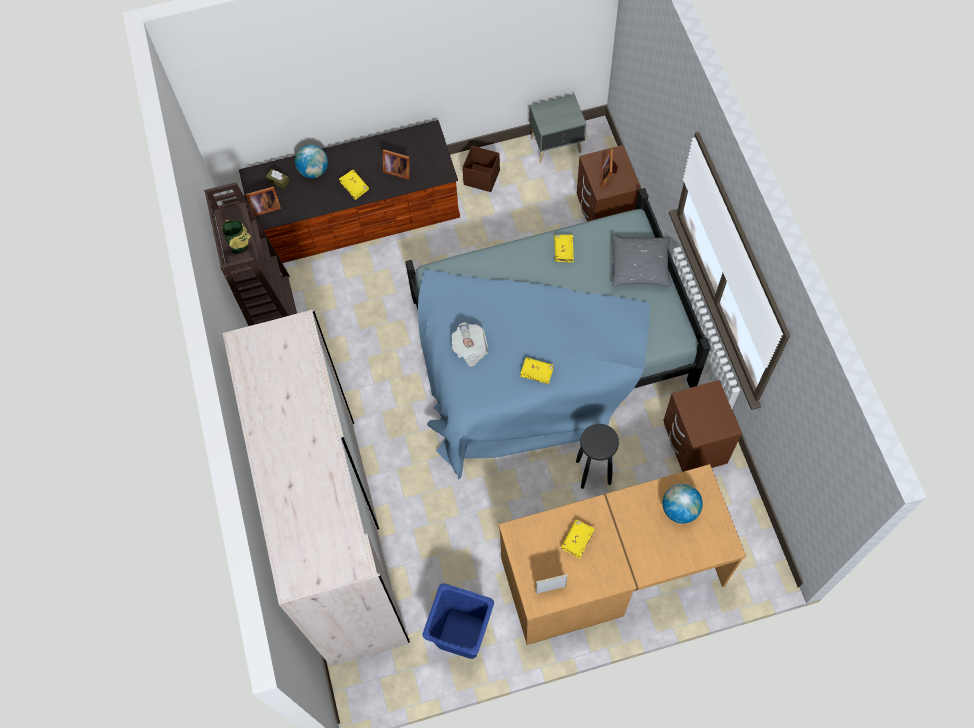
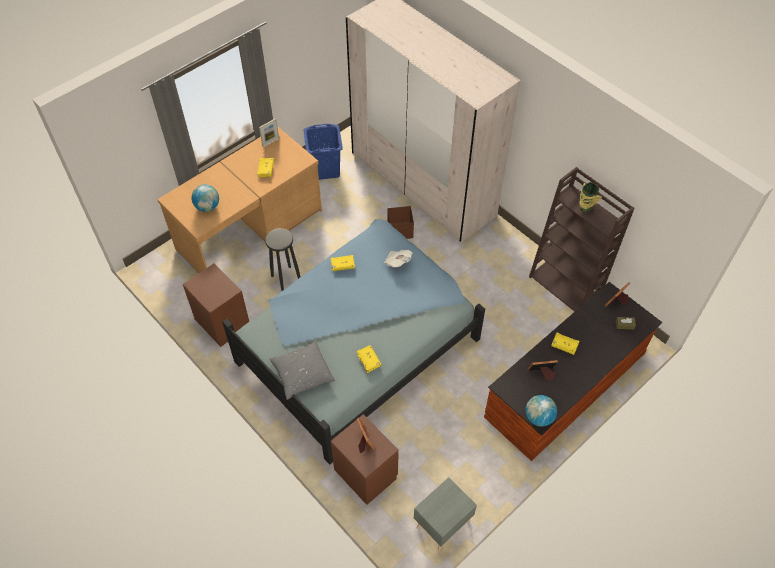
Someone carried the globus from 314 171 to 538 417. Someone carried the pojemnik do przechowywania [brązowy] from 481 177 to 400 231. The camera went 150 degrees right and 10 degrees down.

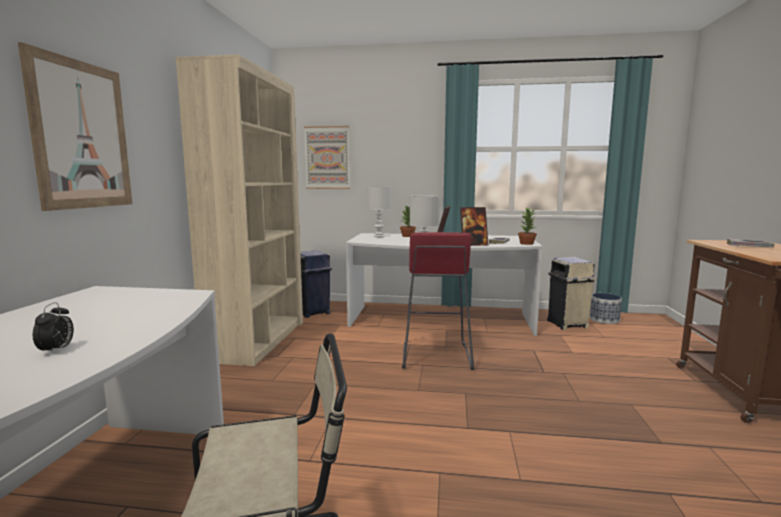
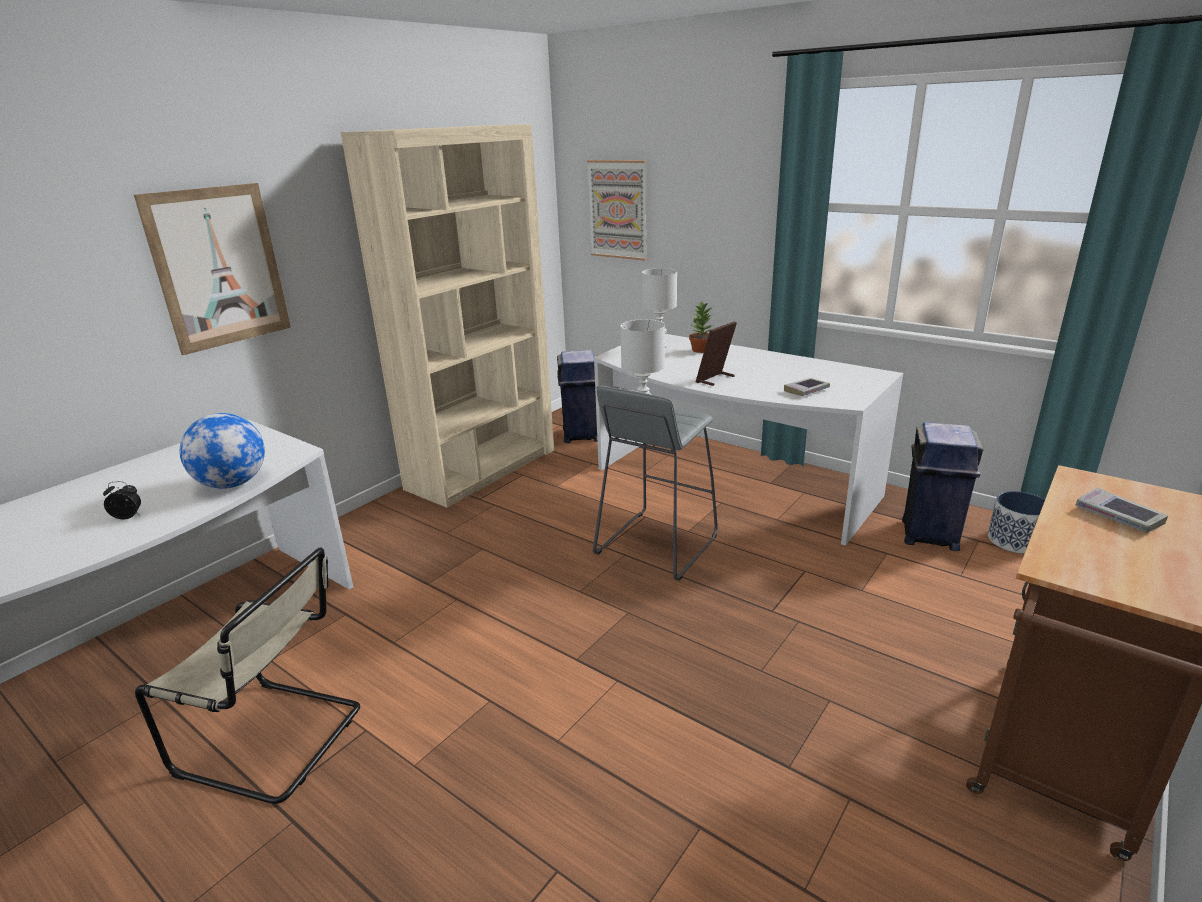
Someone took away the ramka na zdjęcie at 473 245. Someone took away the roślina doniczkowa at 527 243. Someone repainted the stołek [czerwony] at 435 356, which became the stołek [szary] at 656 545. Someone repainted the kosz na śmieci [beżowy] at 567 324, which became the kosz na śmieci [niebieski] at 929 535. Someone rotated the budzik at 57 350 by 120 degrees counterclockwise. Someone put down the globus at 232 484. The camera went 30 degrees right and 15 degrees up.

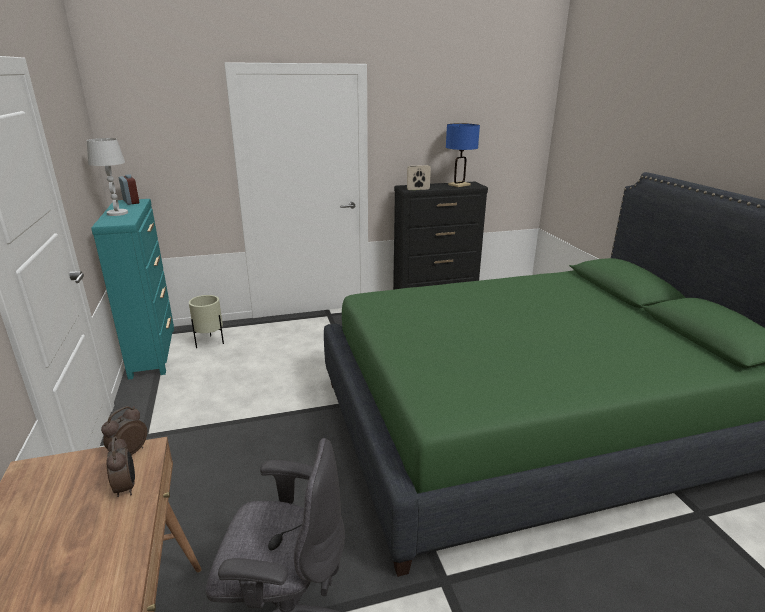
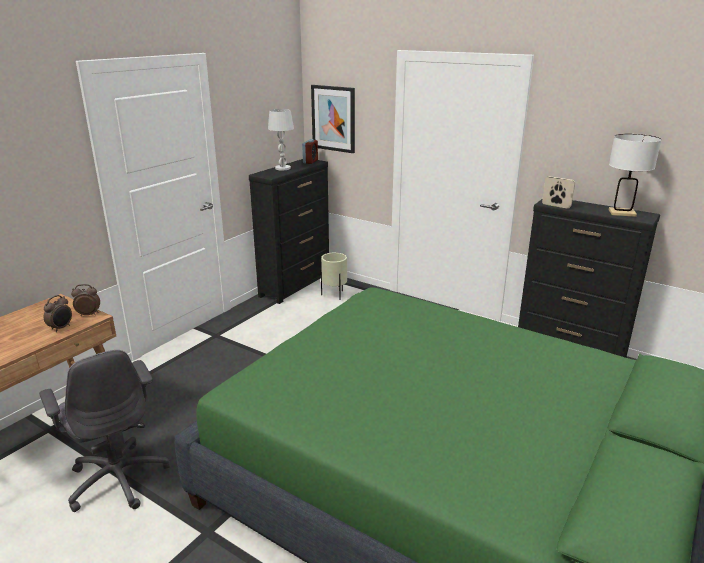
Someone repainted the lampa stołowa [niebieski] at 459 185, which became the lampa stołowa [biały] at 622 213. Someone repainted the komoda [turkusowy] at 153 351, which became the komoda [czarny] at 295 285. Someone put up the obraz at 333 118. The camera went 50 degrees right and 0 degrees up.

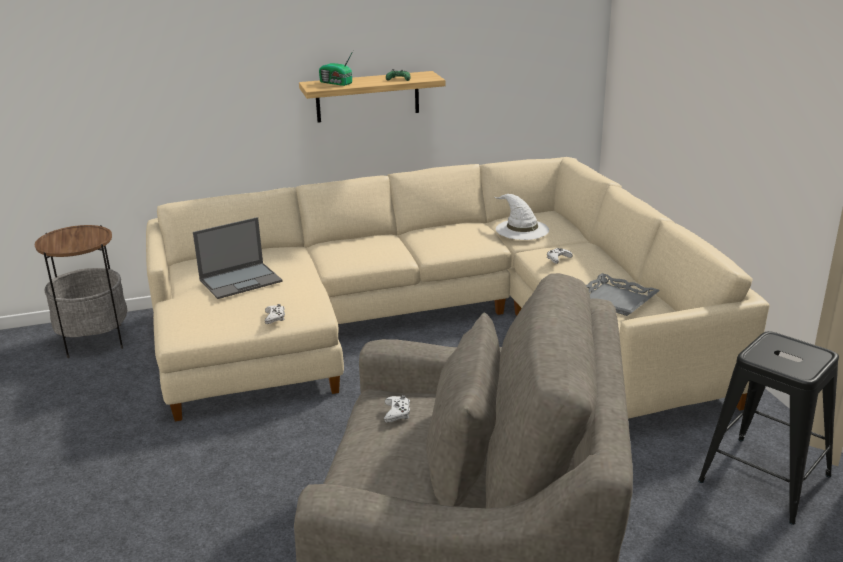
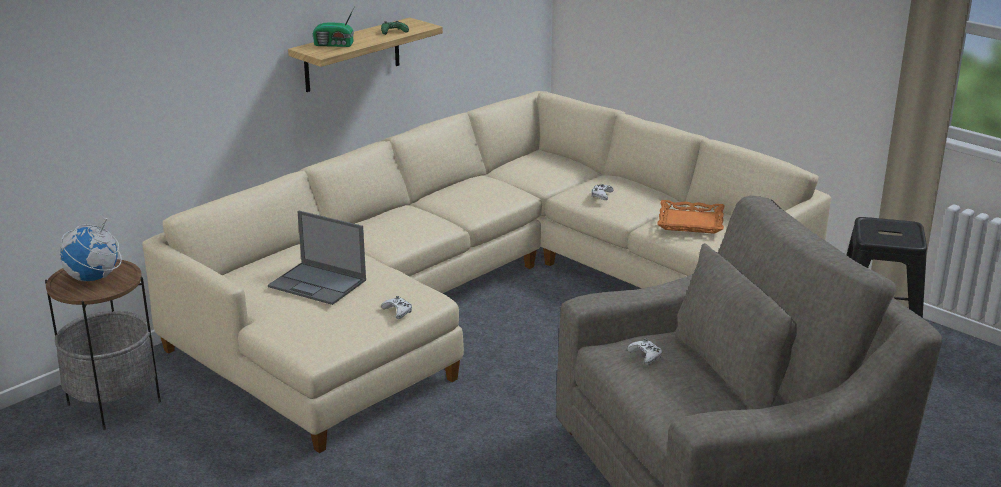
Someone took away the kapelusz [biały] at 521 229. Someone rotated the laptop at 241 280 by 90 degrees clockwise. Someone repainted the taca [szary] at 615 300, which became the taca [pomarańczowy] at 691 222. Someone put down the globus at 94 278. The camera went 30 degrees left and 0 degrees up.

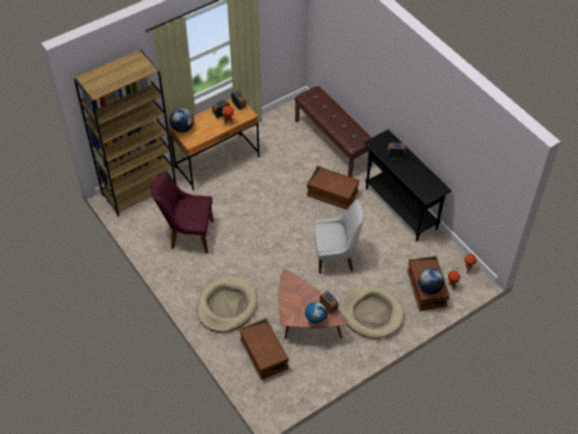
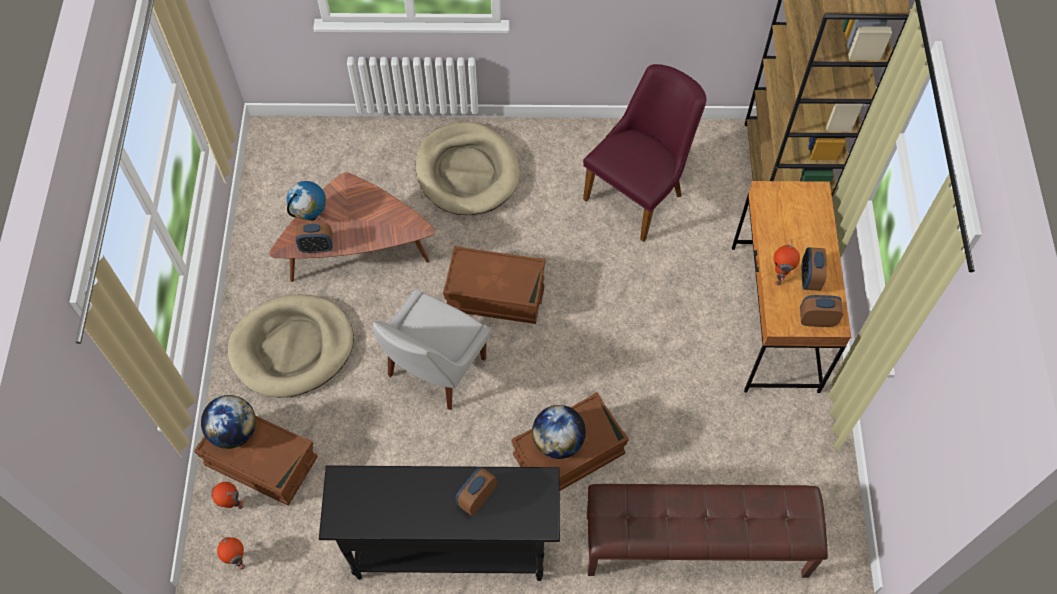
Someone carried the globus from 182 128 to 558 441. Someone carried the pojemnik do przechowywania [brązowy] from 264 354 to 495 295. The camera went 125 degrees right and 10 degrees up.

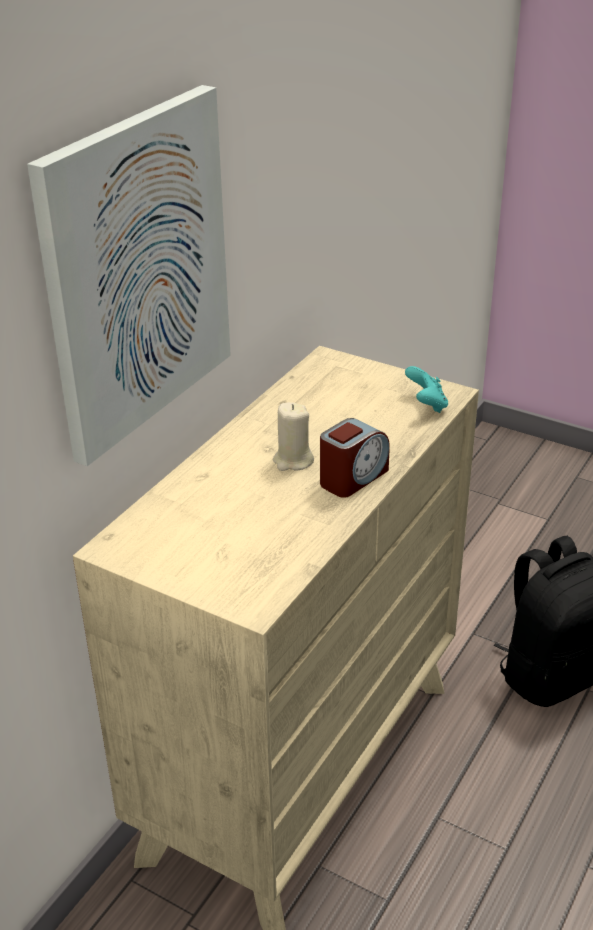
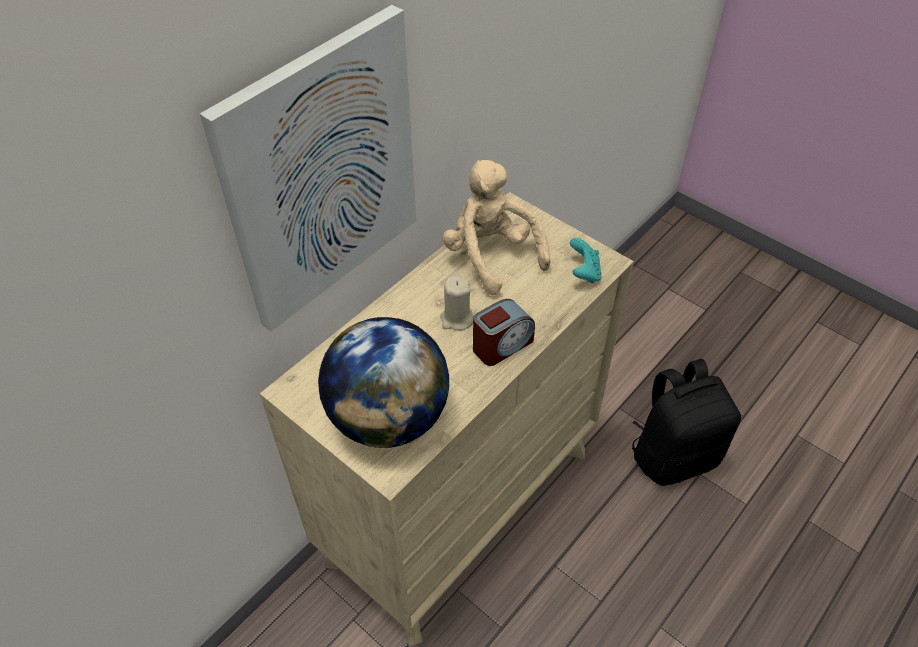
Someone put down the pluszak [beżowy] at 491 255. Someone put down the globus at 389 417. The camera went 10 degrees right and 15 degrees up.

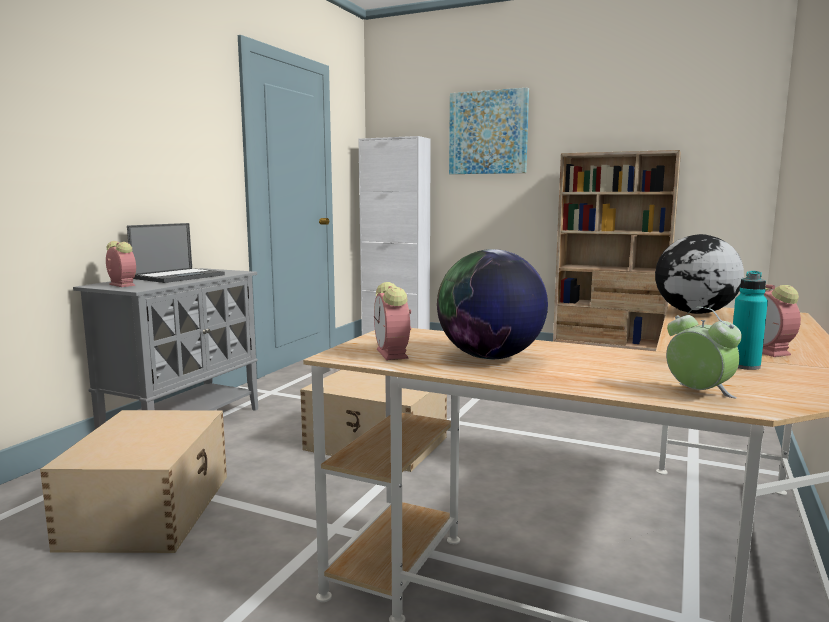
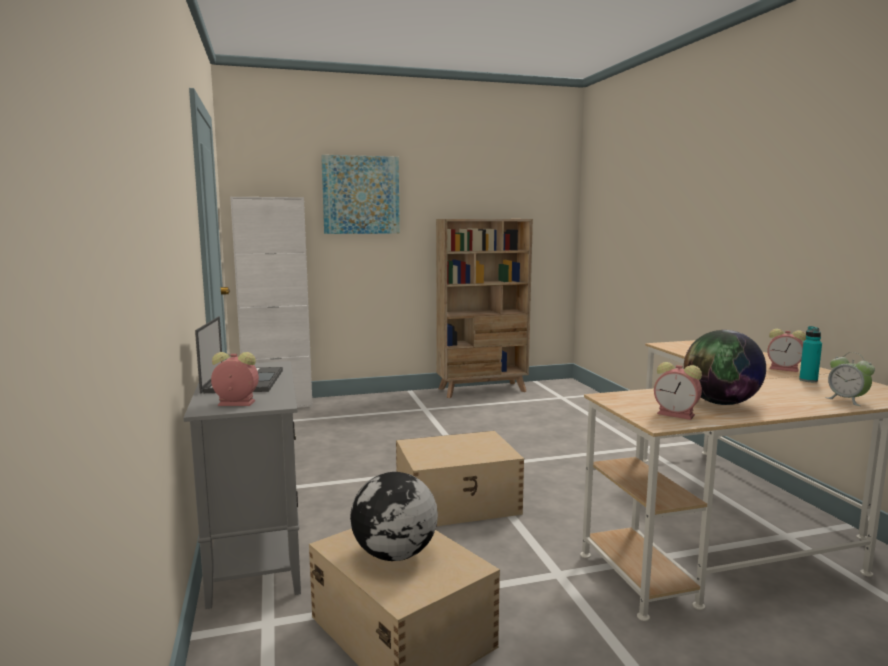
Someone carried the globus from 694 313 to 394 555. Someone rotated the budzik at 698 393 by 135 degrees counterclockwise. The camera went 40 degrees left and 0 degrees up.

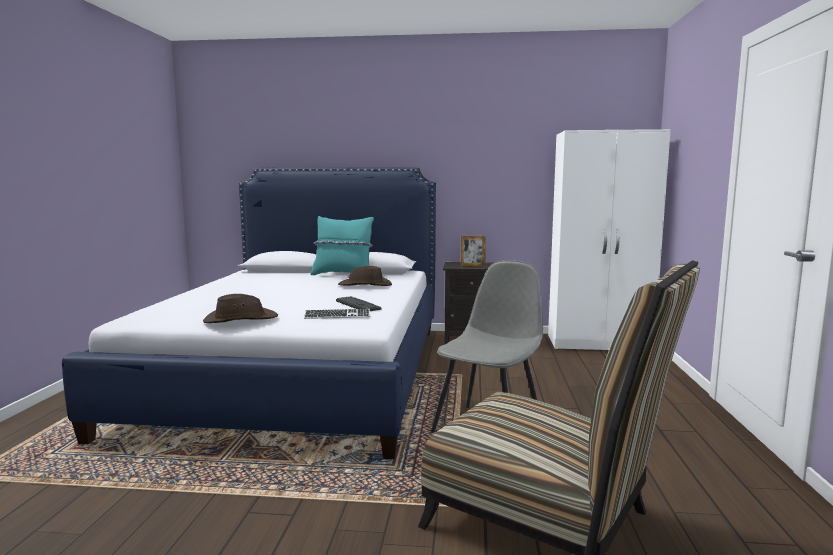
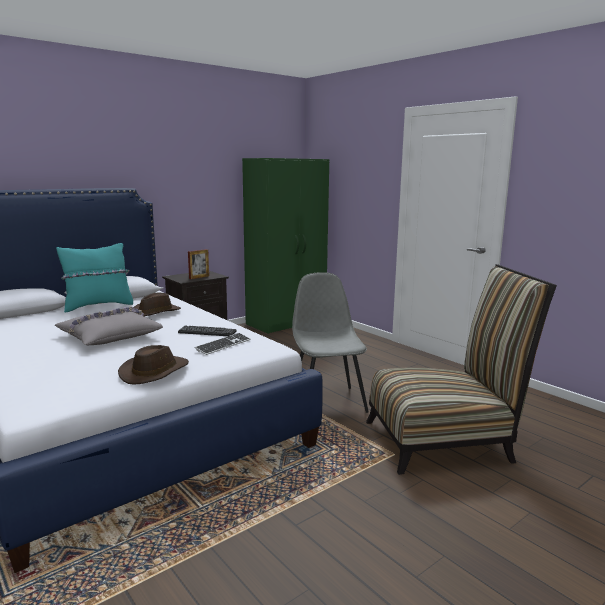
Someone repainted the szafa [biały] at 599 343, which became the szafa [zielony] at 287 322. Someone put down the poduszka [szary] at 109 336. The camera went 45 degrees left and 5 degrees up.

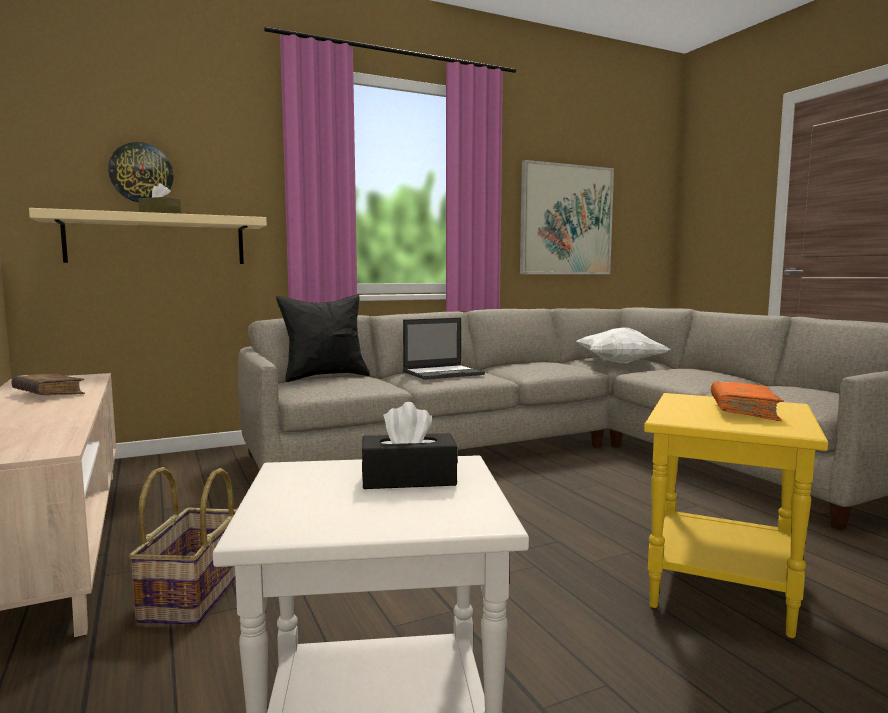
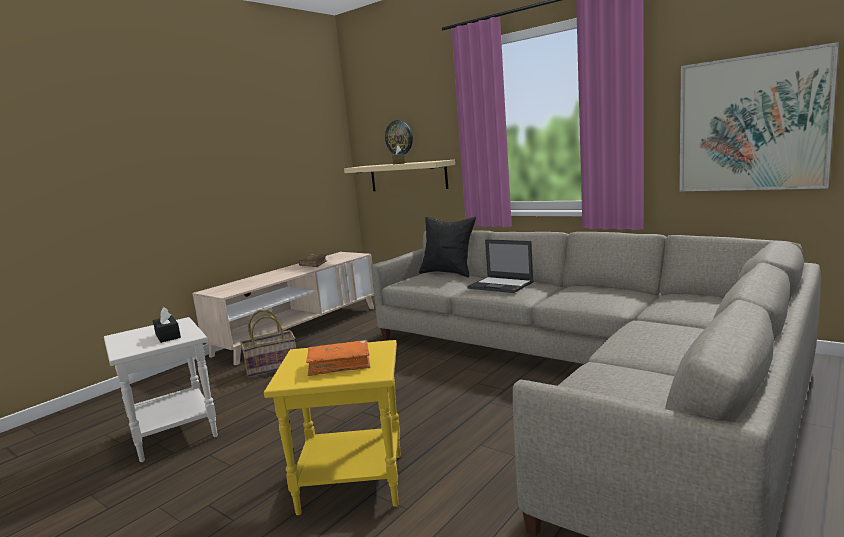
Someone took away the poduszka [biały] at 619 362. The camera went 65 degrees right and 5 degrees up.

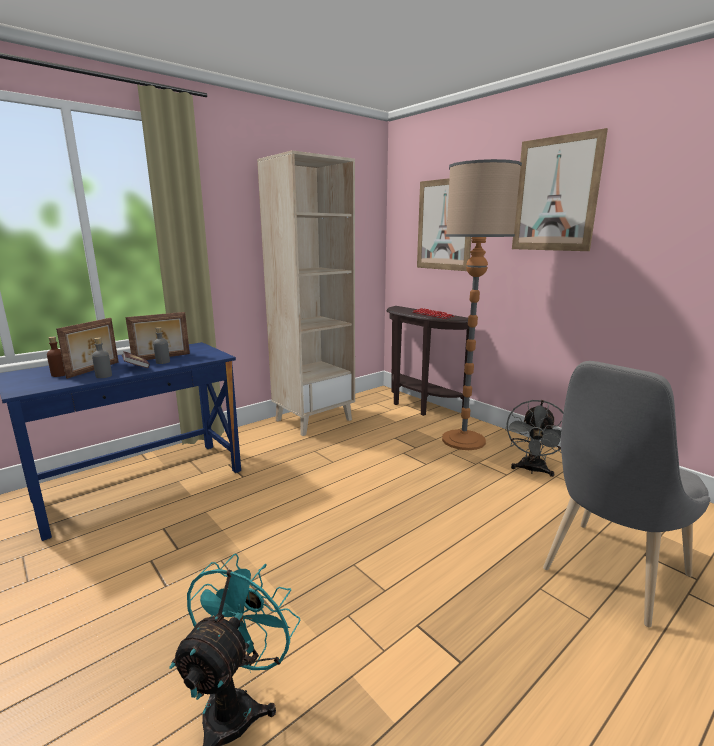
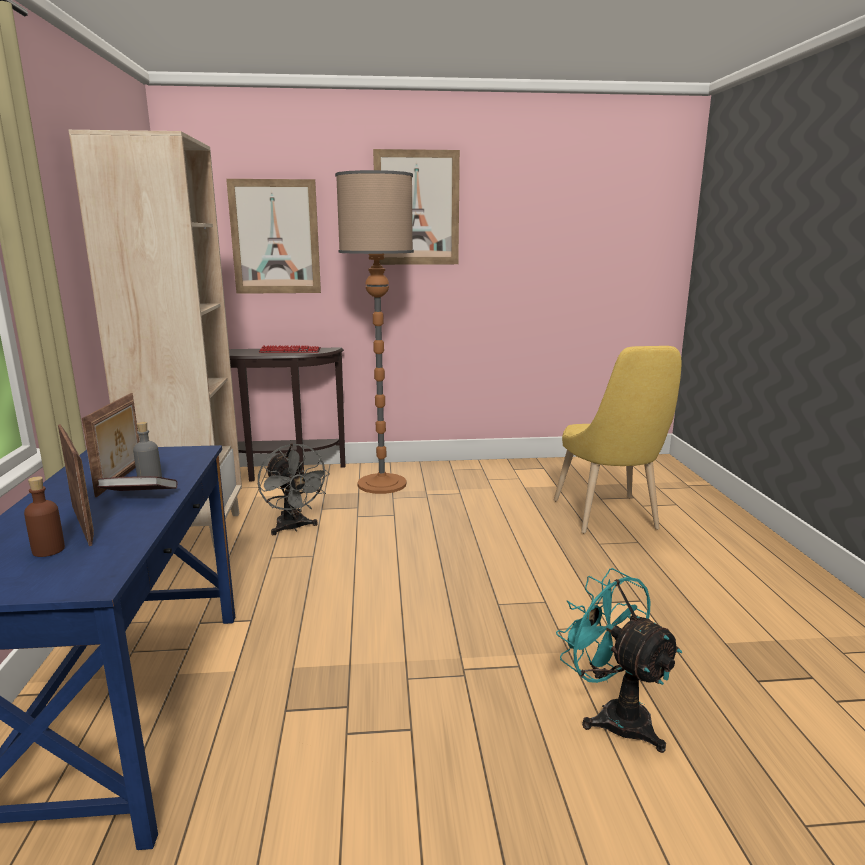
Someone took away the butelka [szary] at 104 376. Someone repainted the krzesło [szary] at 608 575, which became the krzesło [żółty] at 608 518. Someone carried the wentylator [szary] from 532 470 to 293 528. The camera went 55 degrees left and 0 degrees up.

